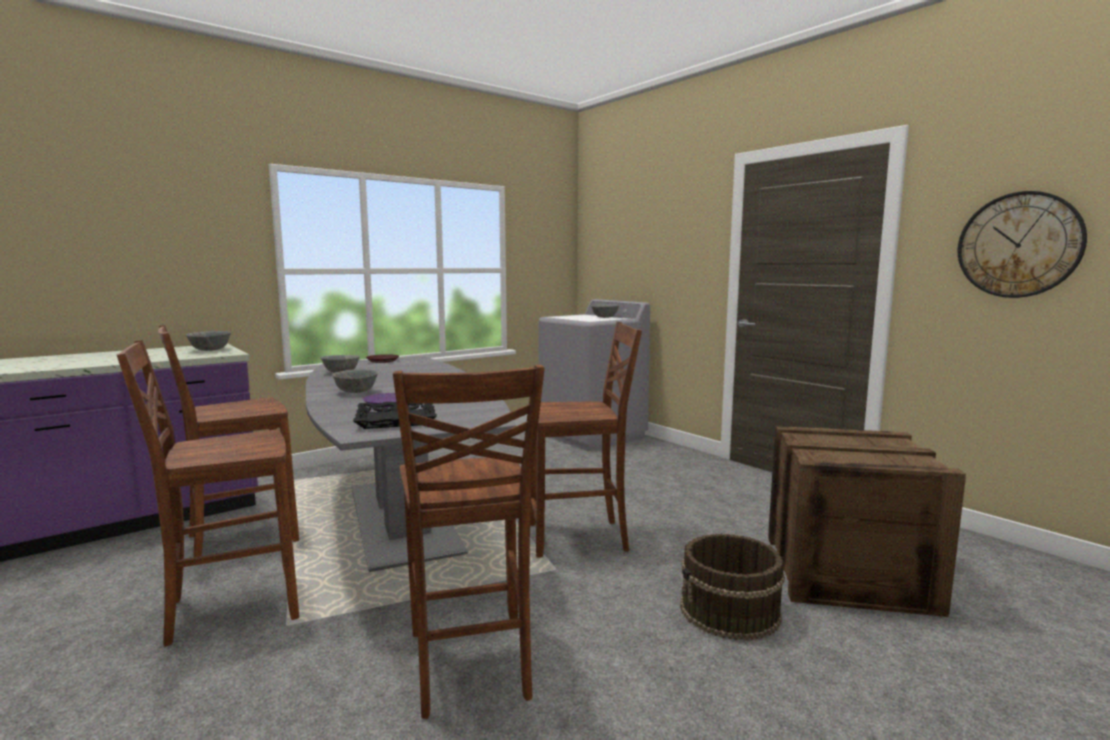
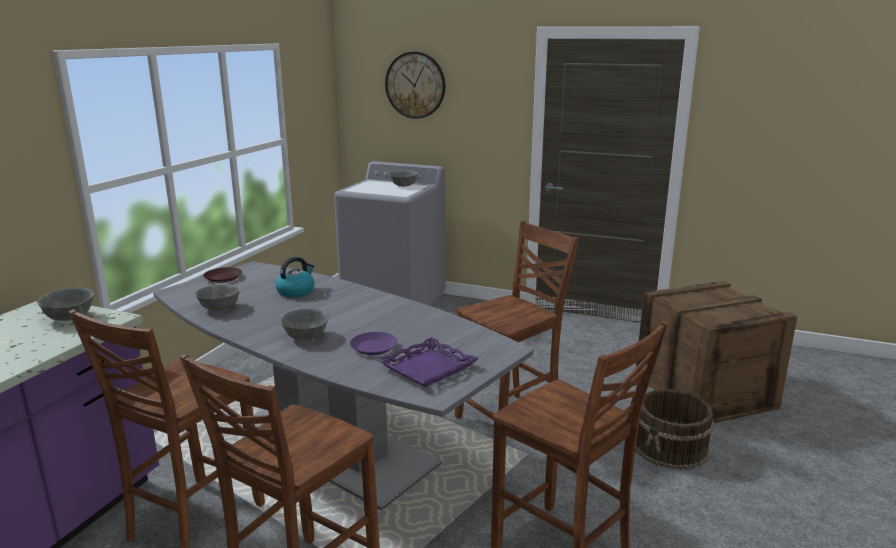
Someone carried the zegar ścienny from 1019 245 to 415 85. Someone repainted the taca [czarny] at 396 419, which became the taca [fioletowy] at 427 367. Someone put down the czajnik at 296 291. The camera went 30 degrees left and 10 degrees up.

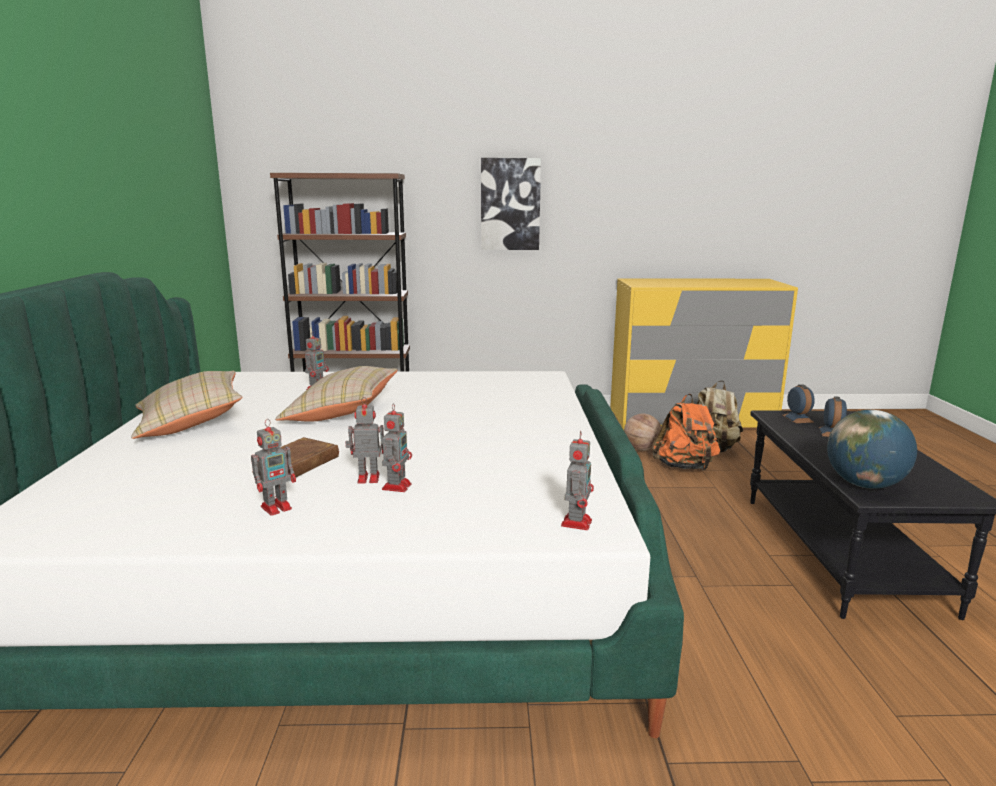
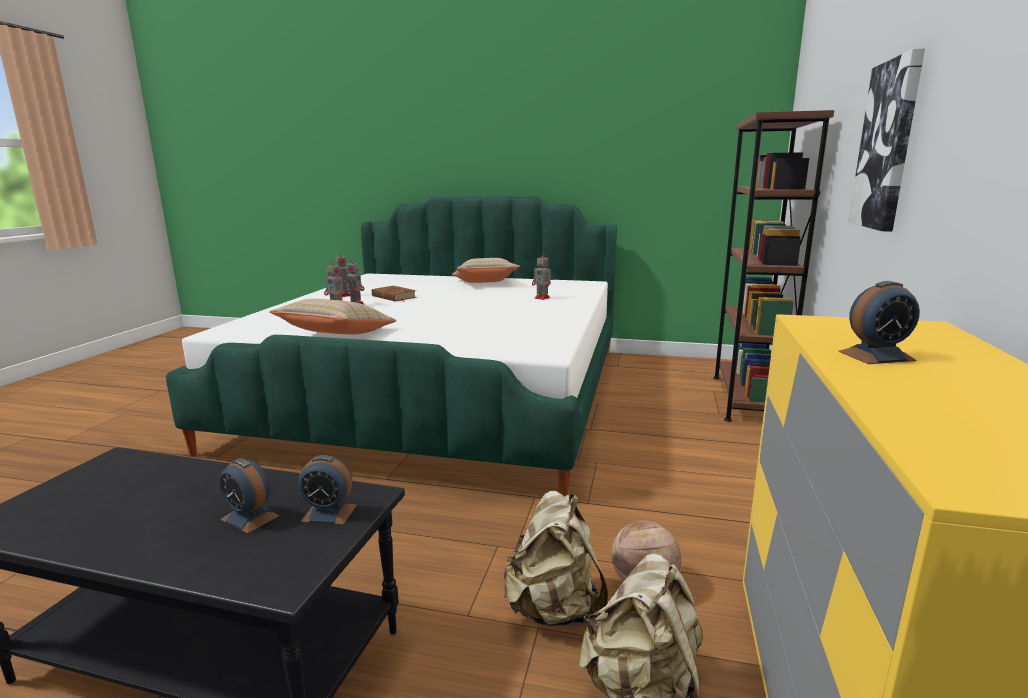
Someone carried the poduszka [beżowy] from 341 413 to 337 335. Someone repainted the plecak [pomarańczowy] at 684 467, which became the plecak [beżowy] at 554 609. Someone took away the globus at 865 484. Someone took away the robot zabawkowy at 577 522. Someone put down the budzik at 876 356. The camera went 105 degrees right and 0 degrees up.

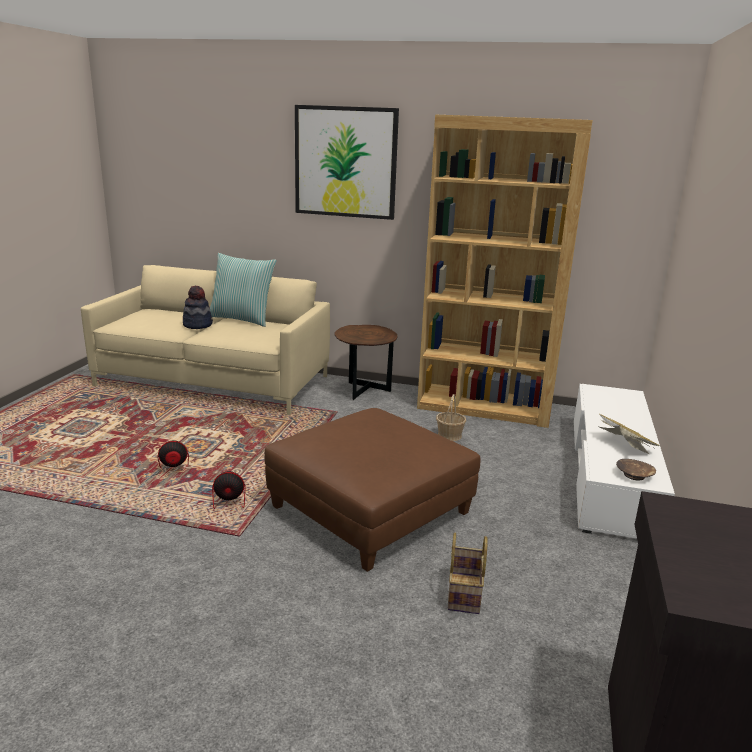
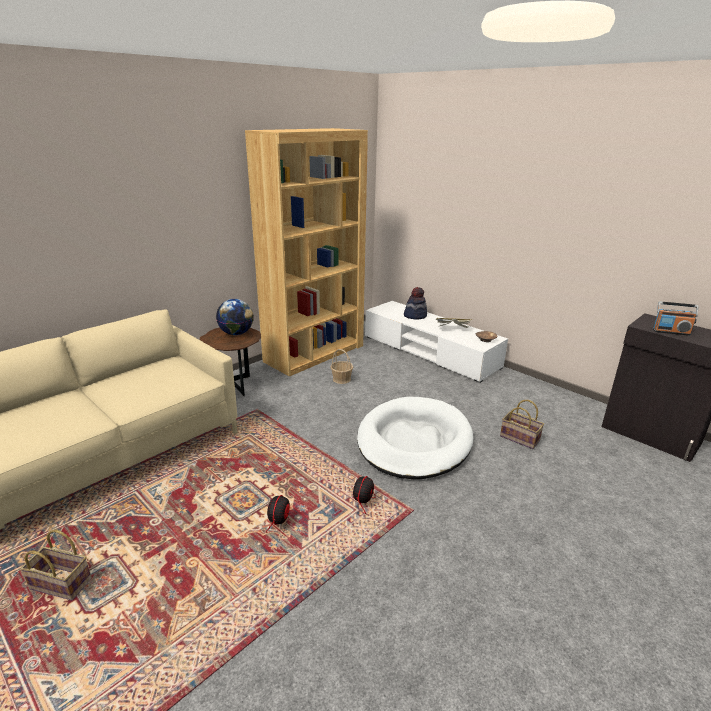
Someone took away the obraz at 345 162. Someone took away the poduszka at 242 319. Someone carried the kapelusz from 198 325 to 415 315. Someone swapped the pufa [brązowy] at 369 509 for the legowisko [biały] at 414 441. Someone put down the globus at 236 333. Someone put down the radio at 671 332. Someone put down the koszyk at 63 583. The camera went 60 degrees left and 5 degrees up.

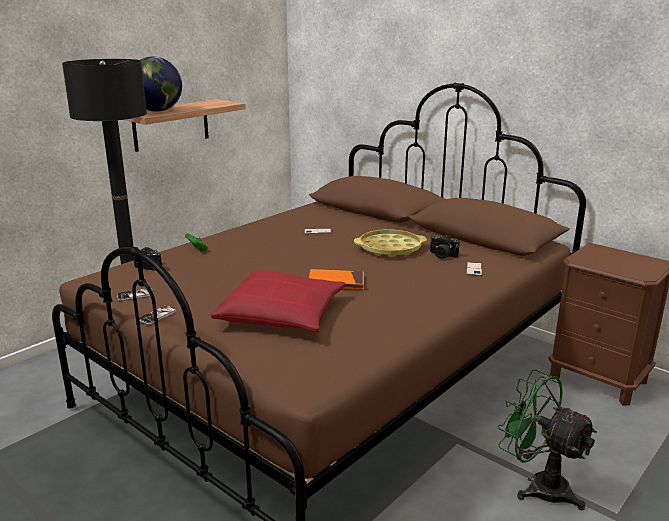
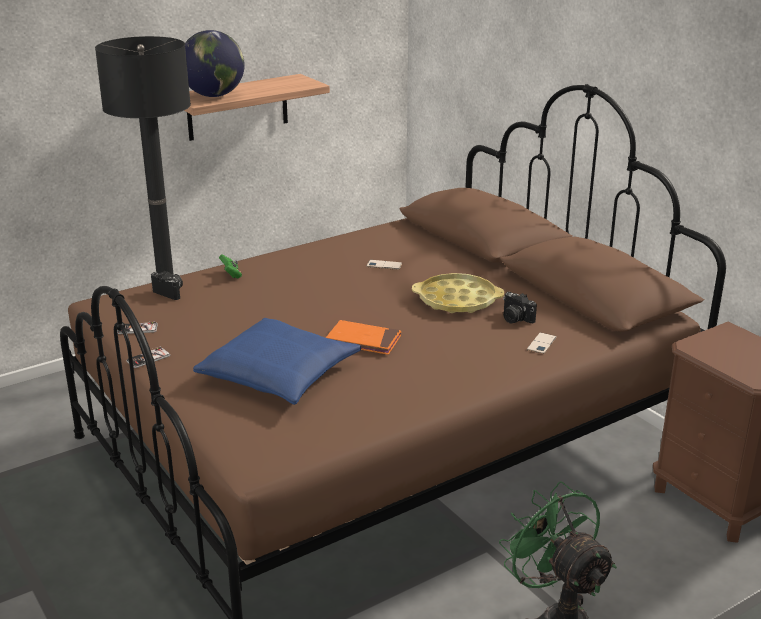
Someone repainted the poduszka [czerwony] at 282 314, which became the poduszka [niebieski] at 279 374. The camera went 15 degrees right and 5 degrees up.

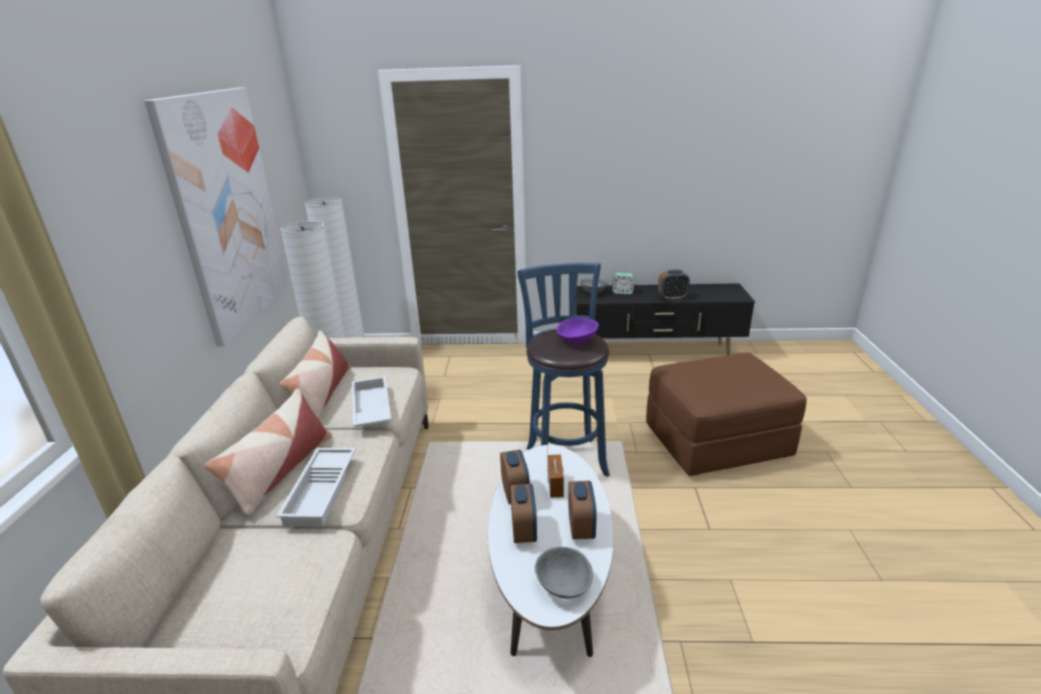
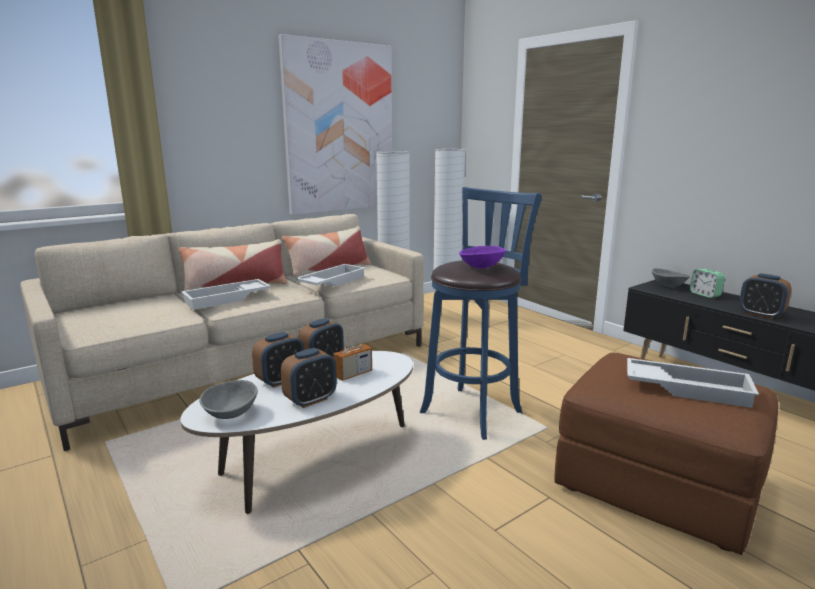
Someone put down the taca [biały] at 687 388. The camera went 50 degrees right and 10 degrees down.

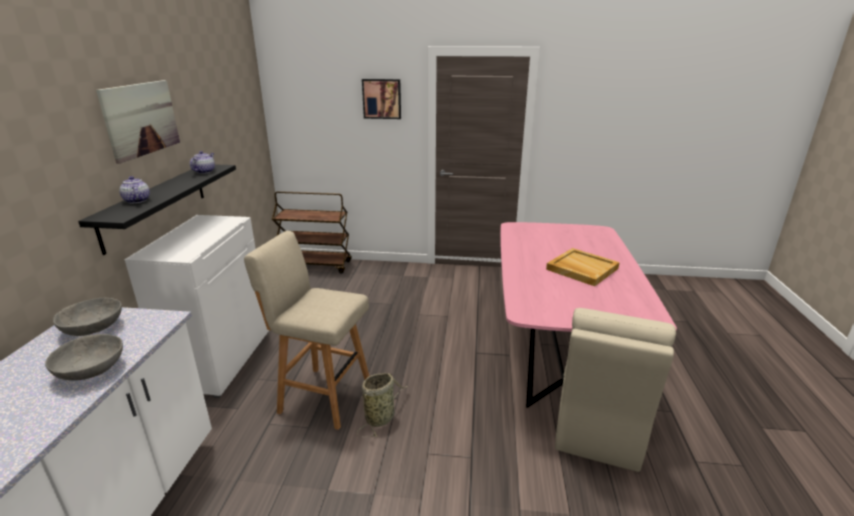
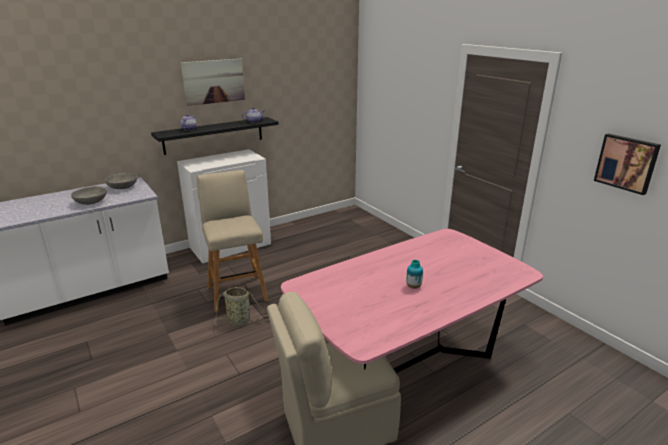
Someone carried the obraz from 382 98 to 626 163. Someone took away the wózek [brązowy] at 315 265. Someone swapped the taca [beżowy] at 581 269 for the wazon at 413 286. The camera went 50 degrees right and 0 degrees up.

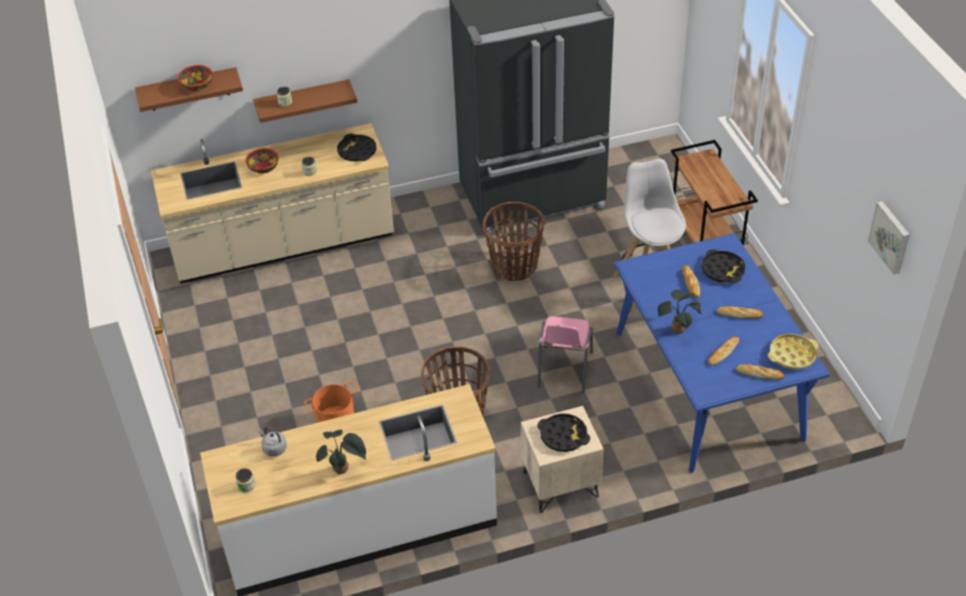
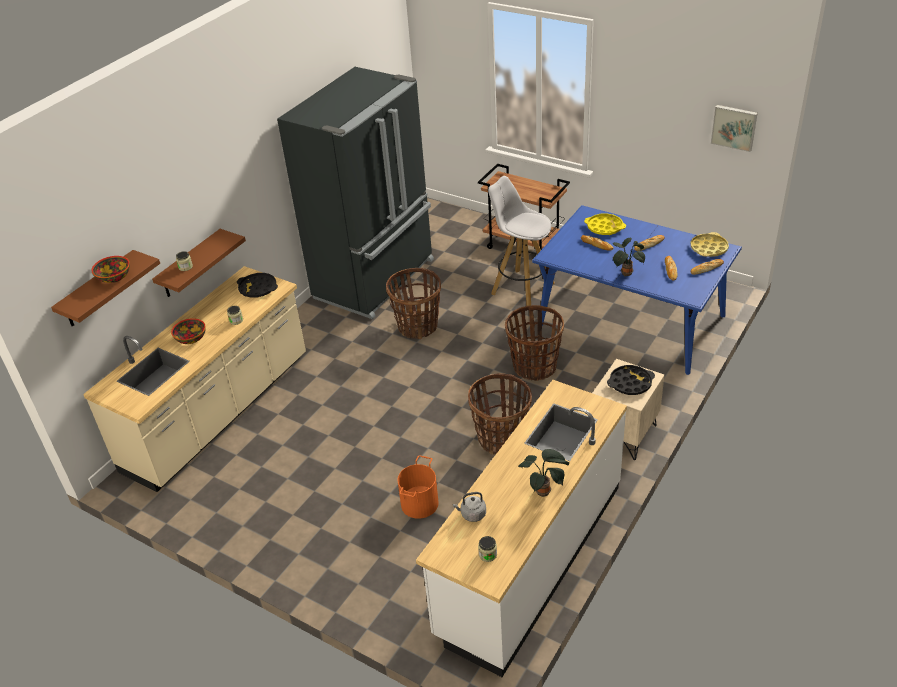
Someone repainted the taca [czarny] at 723 270, which became the taca [żółty] at 604 227. Someone swapped the krzesło [różowy] at 564 370 for the koszyk at 534 367. The camera went 40 degrees left and 5 degrees down.

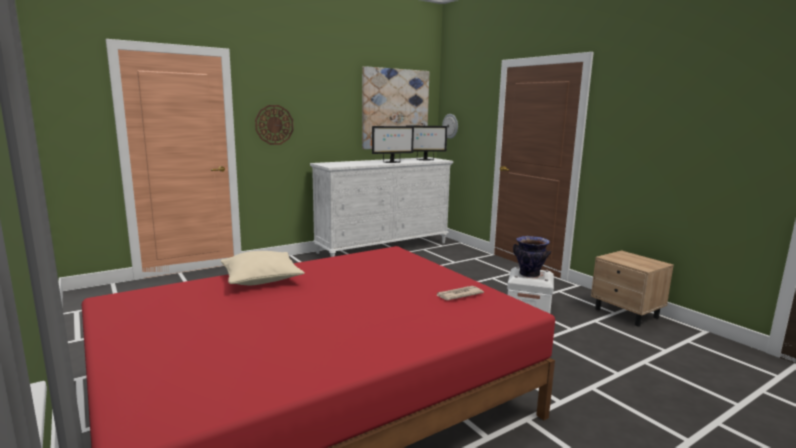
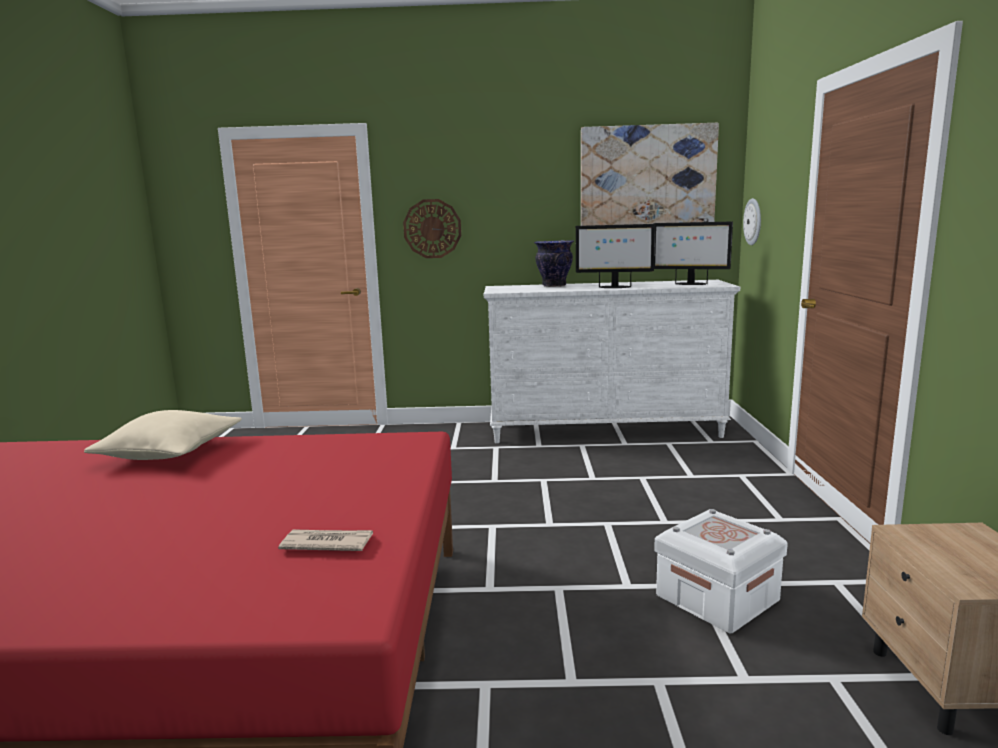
Someone carried the wazon from 529 274 to 553 285. The camera went 35 degrees right and 0 degrees up.

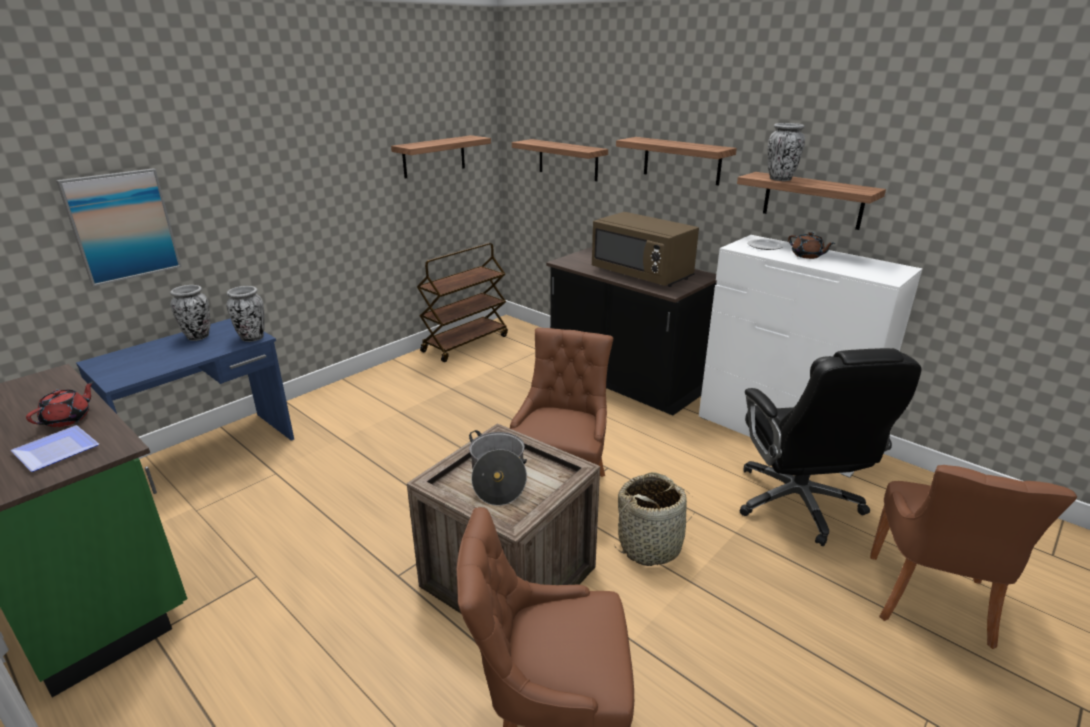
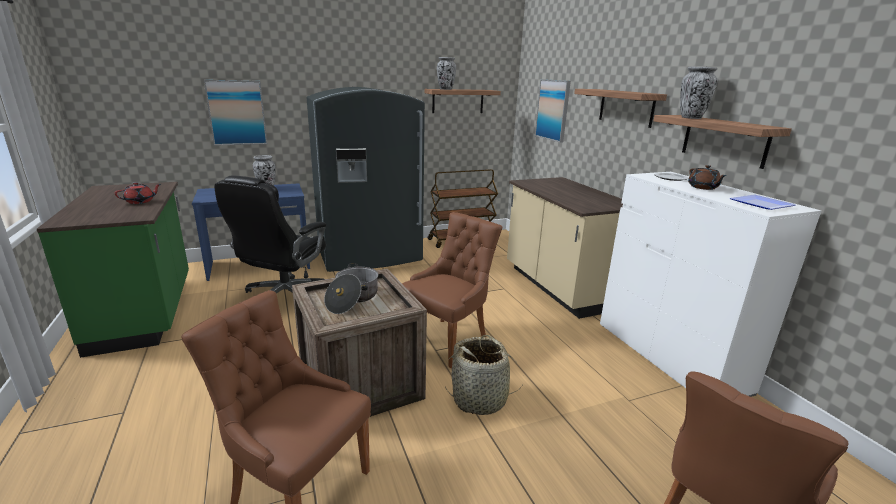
Someone swapped the półka at 568 160 for the obraz at 553 110. Someone took away the mikrofalówka [brązowy] at 642 274. Someone repainted the zabudowa kuchenna [czarny] at 624 382, which became the zabudowa kuchenna [beżowy] at 558 288. Someone carried the wazon from 252 338 to 445 89. Someone carried the krzesło biurowe [czarny] from 798 504 to 284 297. Someone carried the talerz from 58 449 to 760 204. Someone put down the lodówka [szary] at 370 256. The camera went 25 degrees right and 5 degrees down.

